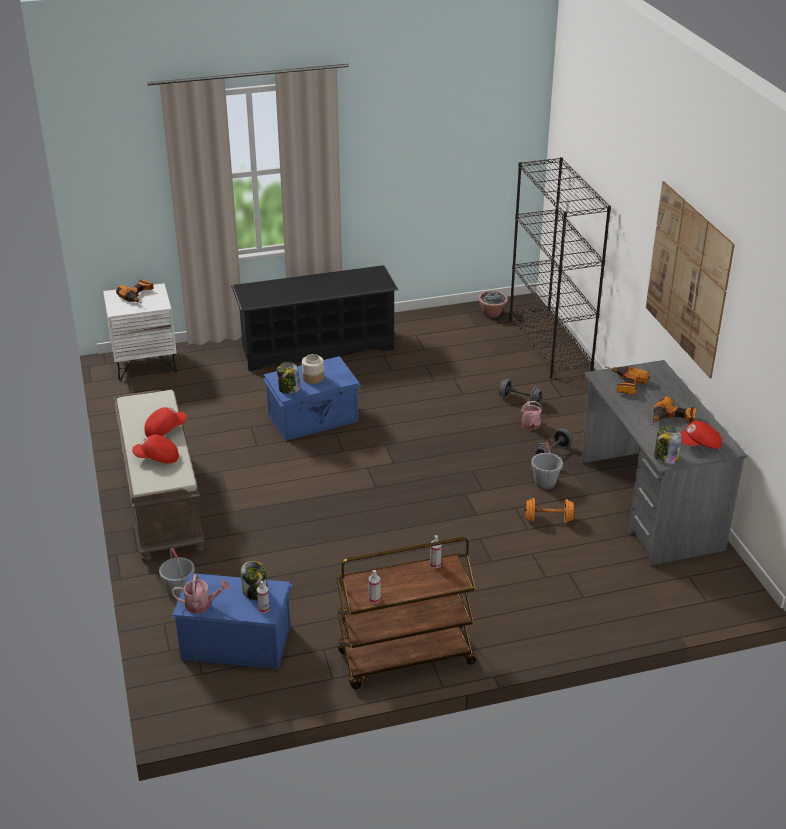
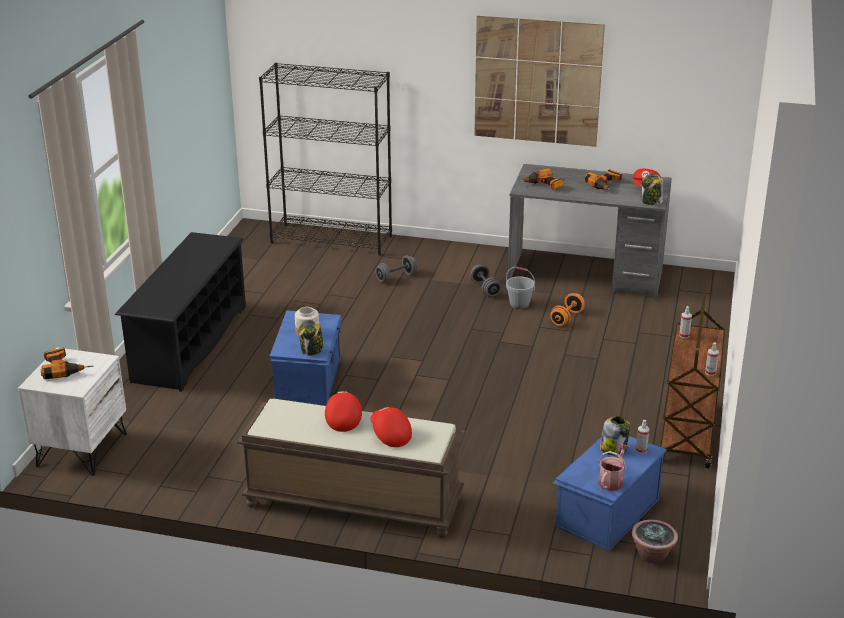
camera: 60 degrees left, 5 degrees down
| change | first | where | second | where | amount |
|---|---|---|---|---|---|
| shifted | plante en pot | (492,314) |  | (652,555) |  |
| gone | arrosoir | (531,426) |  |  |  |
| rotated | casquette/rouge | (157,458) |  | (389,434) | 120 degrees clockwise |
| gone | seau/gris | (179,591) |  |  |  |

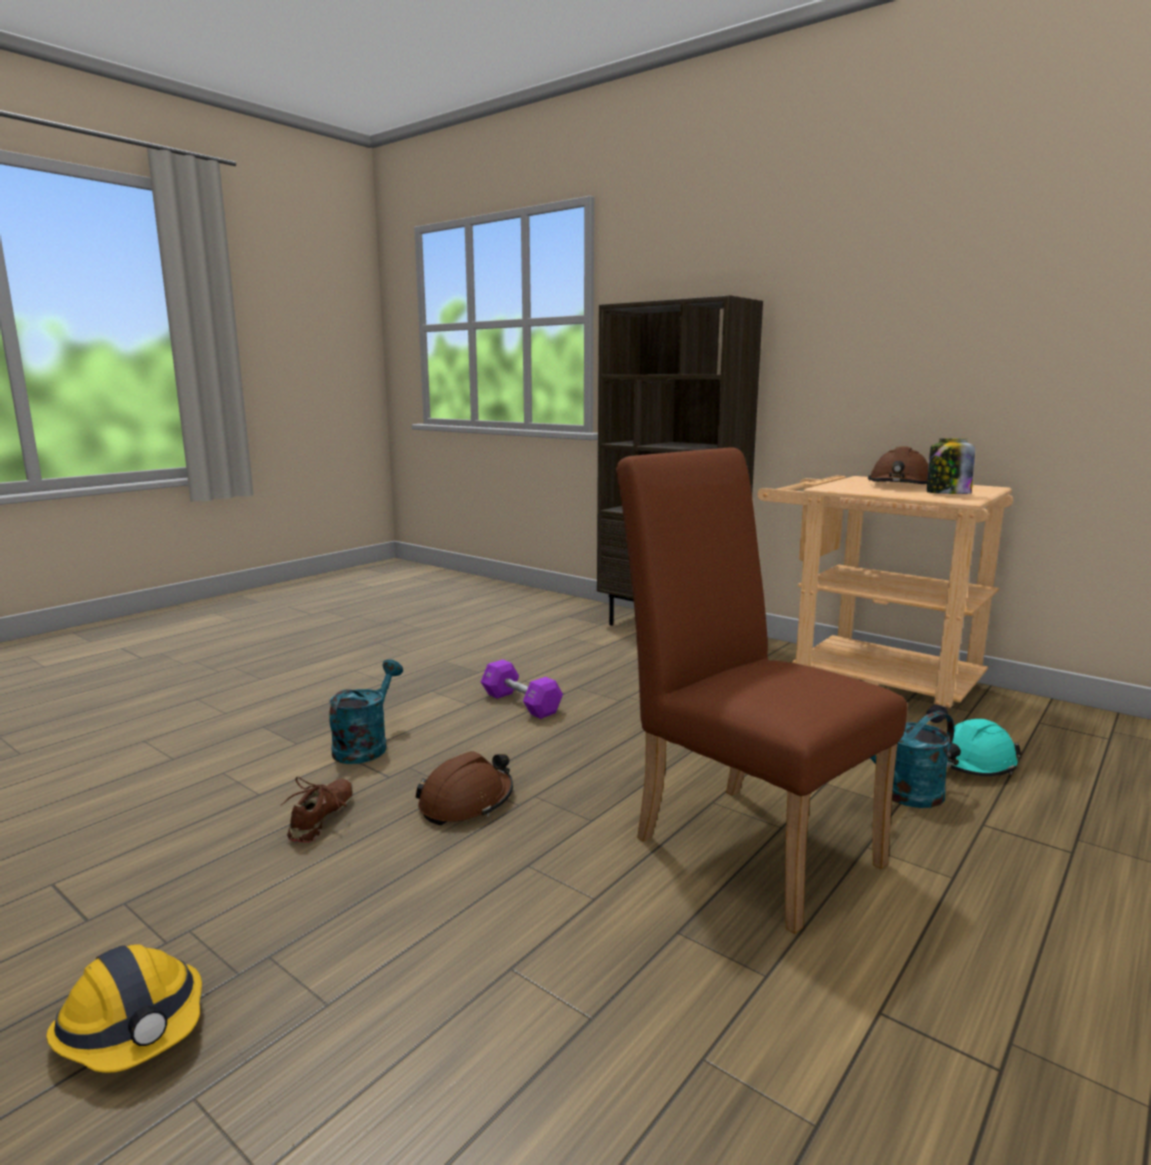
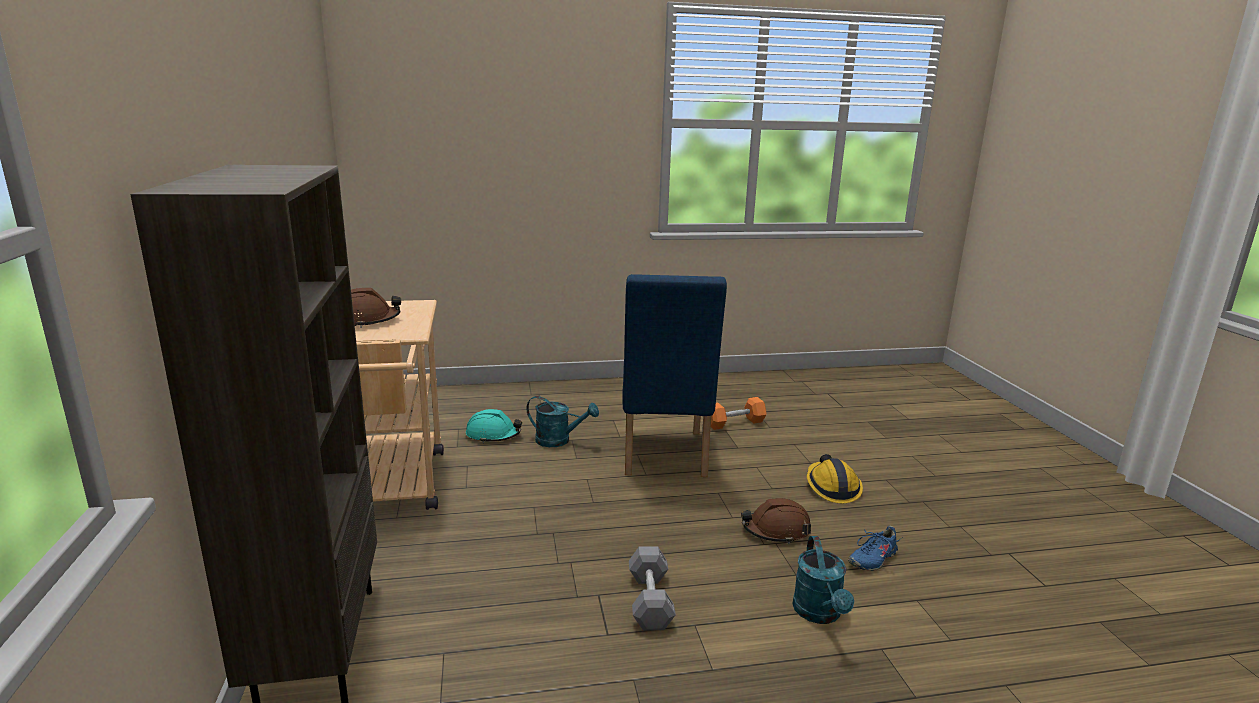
camera: 140 degrees left, 5 degrees up
| change | first | where | second | where | amount |
|---|---|---|---|---|---|
| gone | bocal | (947,494) |  |  |  |
| repainted | chaise/marron | (744,841) | chaise/bleu | (663,457) |  |
| rotated | arrosoir/turquoise | (365,745) |  | (819,614) | 60 degrees counterclockwise |
| repainted | haltère/violet | (521,703) | haltère/gris | (650,601) |  |
| repainted | chaussure/marron | (322,819) | chaussure/bleu | (872,559) |  |
| shifted | casque de chantier | (133,1028) |  | (831,487) |  |
| new |  |  | haltère/orange | (735,423) |  |

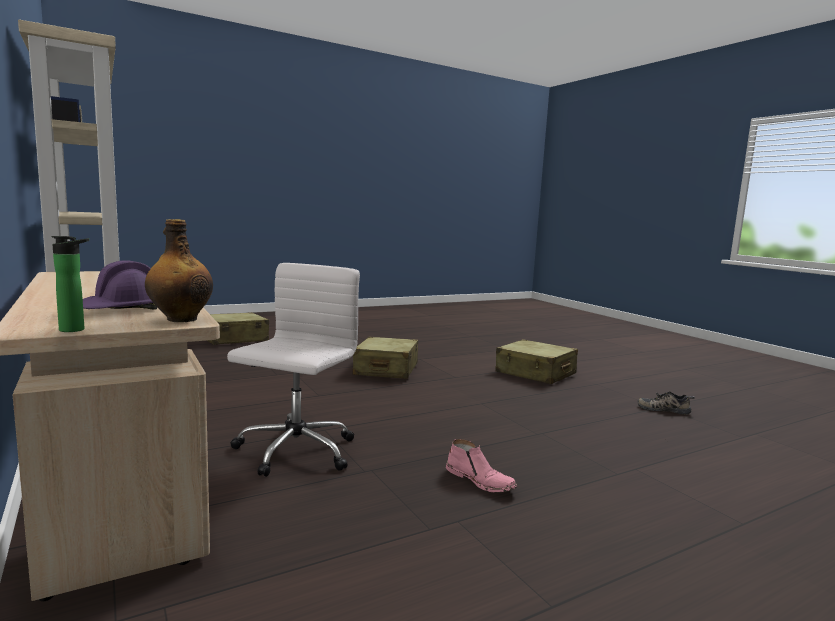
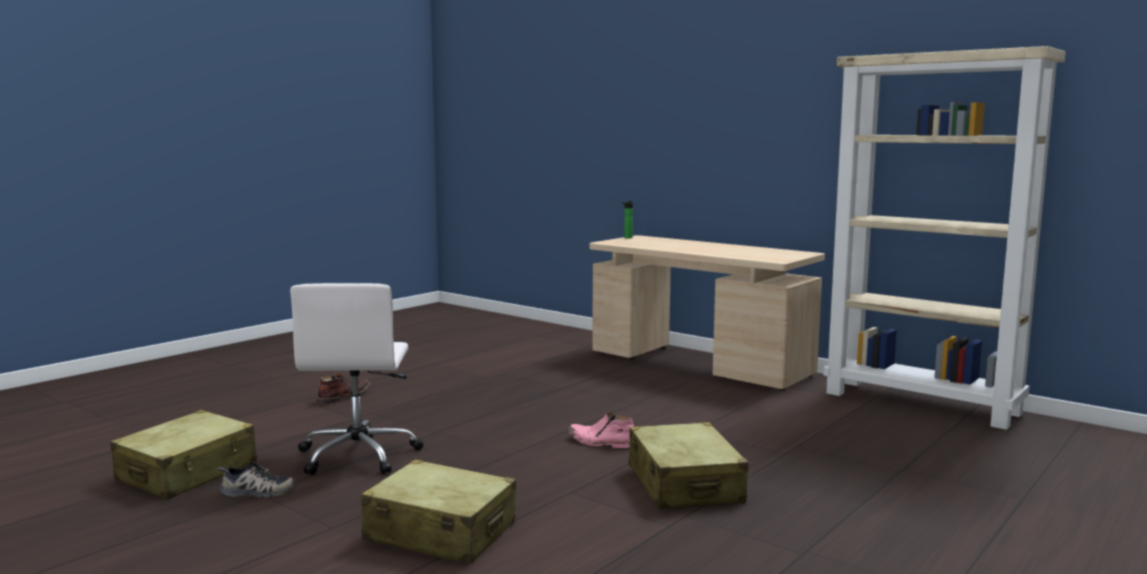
camera: 160 degrees right, 0 degrees up
| change | first | where | second | where | amount |
|---|---|---|---|---|---|
| gone | bouteille | (181,319) |  |  |  |
| gone | casque de chantier/violet | (119,310) |  |  |  |
| shifted | chaise de bureau/blanc | (294,451) |  | (359,455) |  |
| shifted | valise/beige | (233,339) |  | (188,472) |  |
| shifted | botte/rose | (480,481) |  | (601,442) |  |
| new |  |  | botte/marron | (343,396) |  |

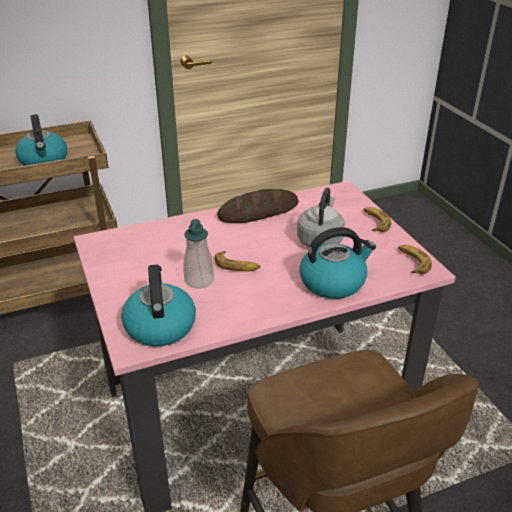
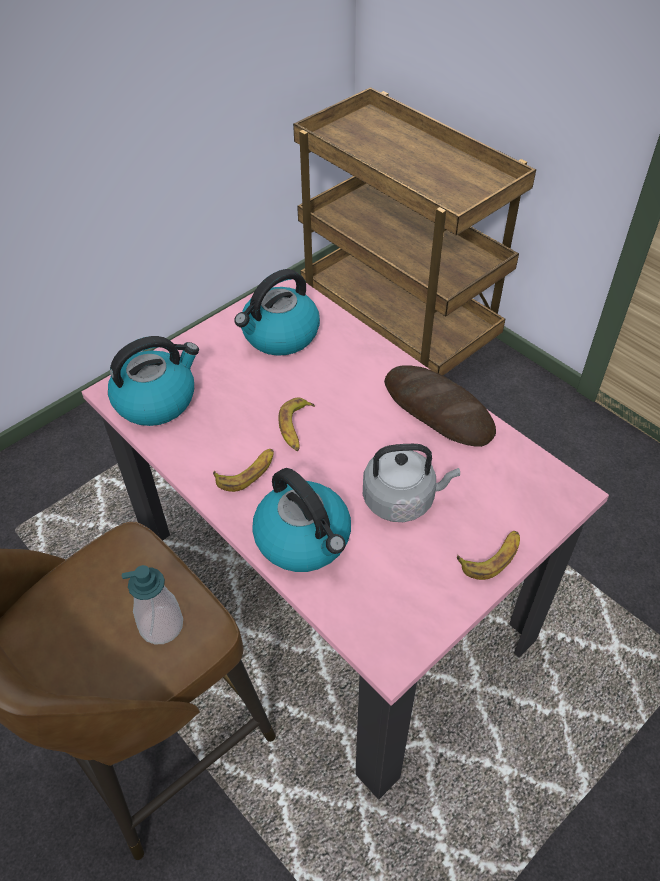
camera: 70 degrees right, 15 degrees up
| change | first | where | second | where | amount |
|---|---|---|---|---|---|
| shifted | bouilloire | (44,161) |  | (280,335) |  |
| shifted | distributeur de savon | (199,280) |  | (161,625) |  |
| shifted | banane | (412,262) |  | (247,472) |  |

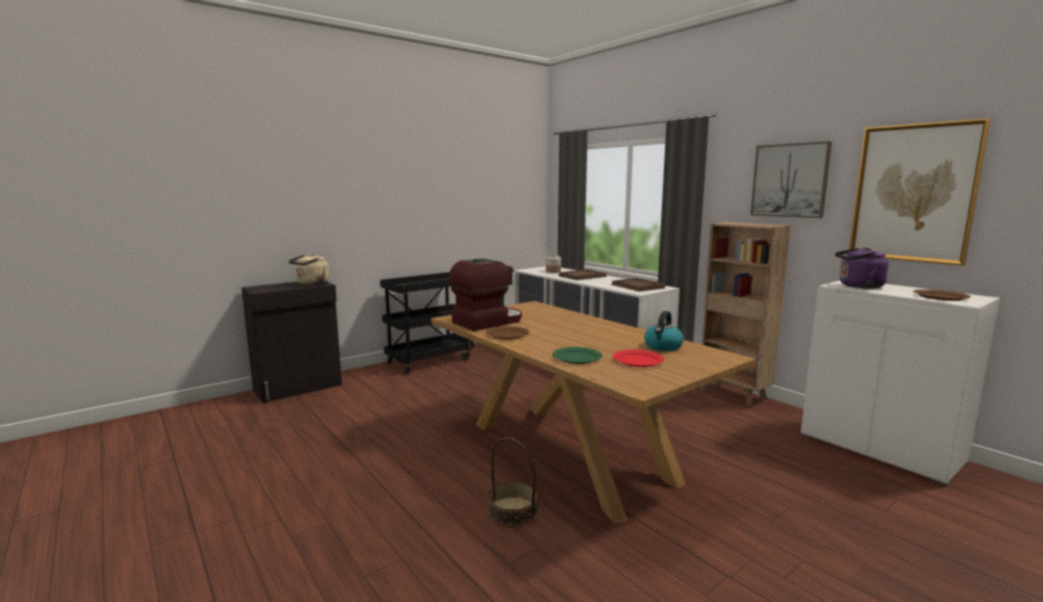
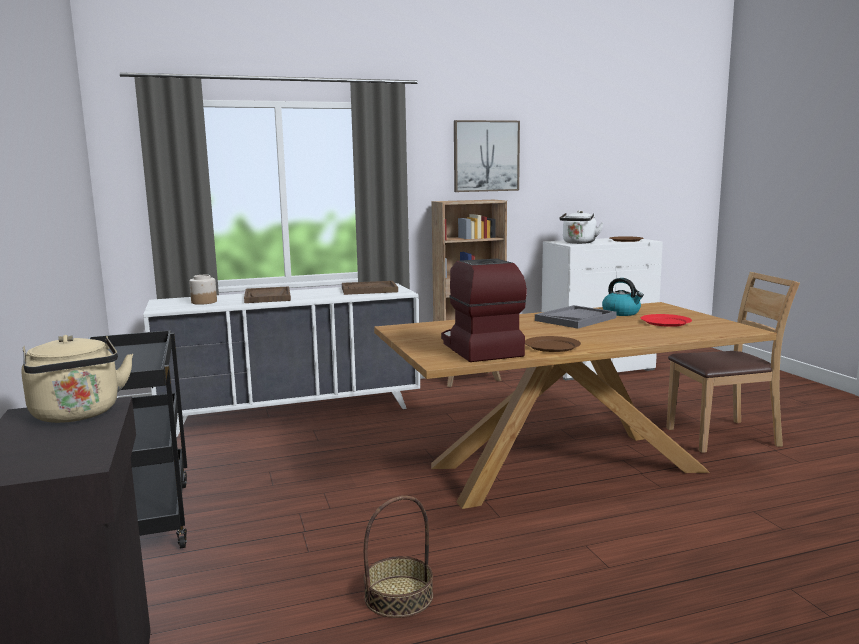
camera: 70 degrees left, 0 degrees up
| change | first | where | second | where | amount |
|---|---|---|---|---|---|
| gone | tableau | (913,193) |  |  |  |
| repainted | bouilloire/violet | (858,286) | bouilloire/blanc | (579,243) |  |
| gone | assiette/vert | (576,357) |  |  |  |
| shifted | panier | (513,511) |  | (398,596) |  |
| new |  |  | chaise/marron | (723,436) |  |
| new |  |  | plateau/gris | (575,319) |  |

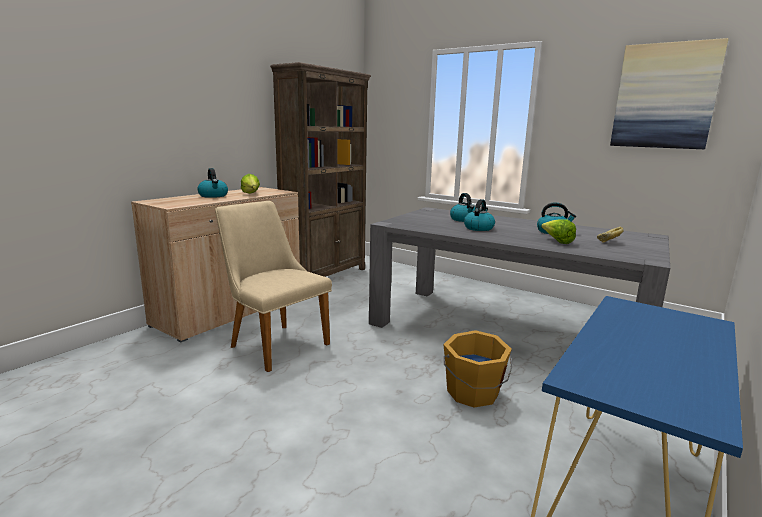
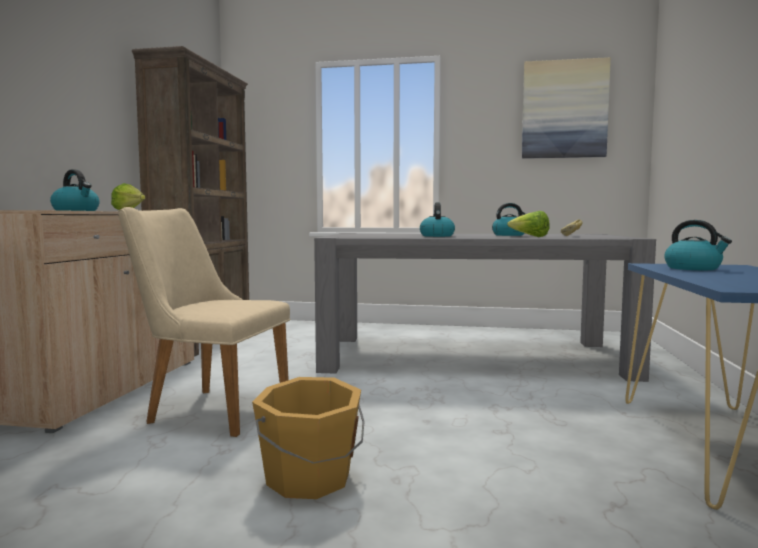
camera: 25 degrees left, 10 degrees down
| change | first | where | second | where | amount |
|---|---|---|---|---|---|
| shifted | bouilloire | (464,219) |  | (693,268) |  |
| shifted | seau/orange | (473,393) |  | (310,479) |  |

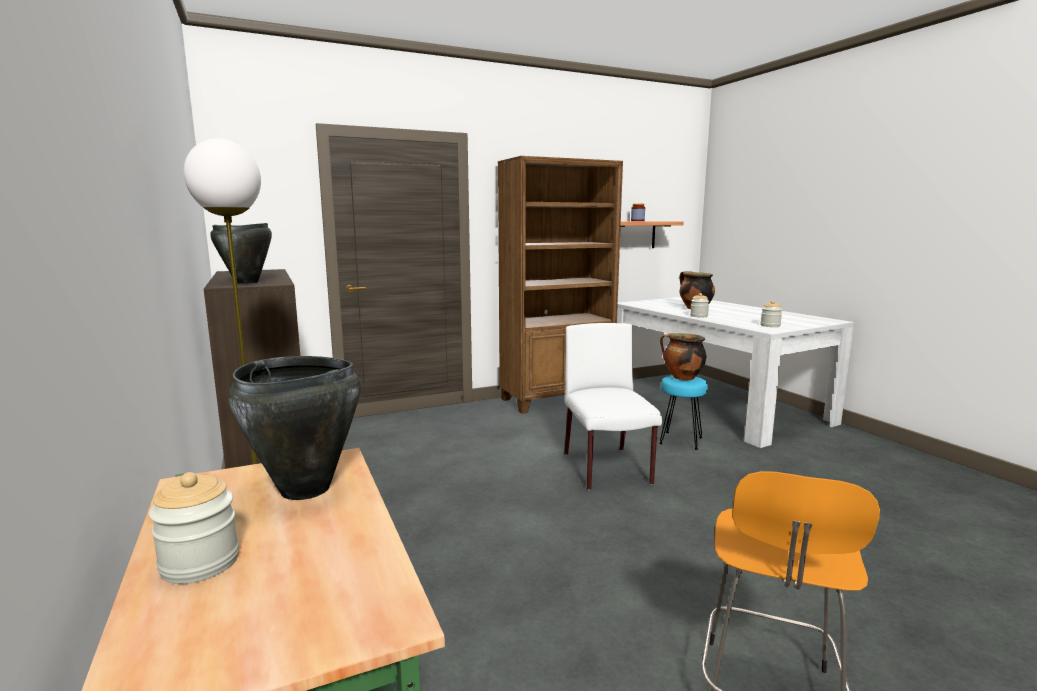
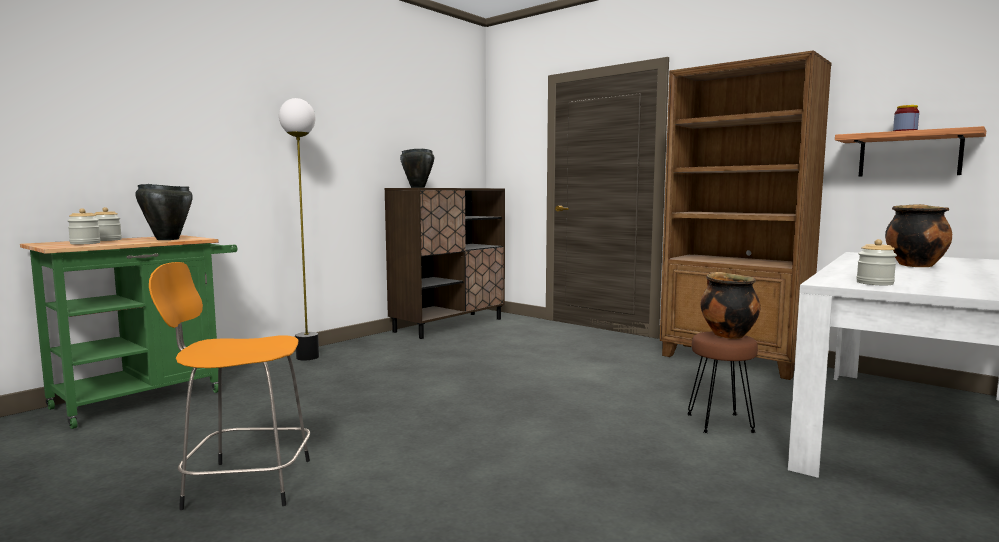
camera: 65 degrees right, 5 degrees down
| change | first | where | second | where | amount |
|---|---|---|---|---|---|
| shifted | bocal | (699,316) |  | (85,243) |  |
| gone | chaise/blanc | (607,469) |  |  |  |
| repainted | tabouret/turquoise | (680,440) | tabouret/marron | (720,423) |  |

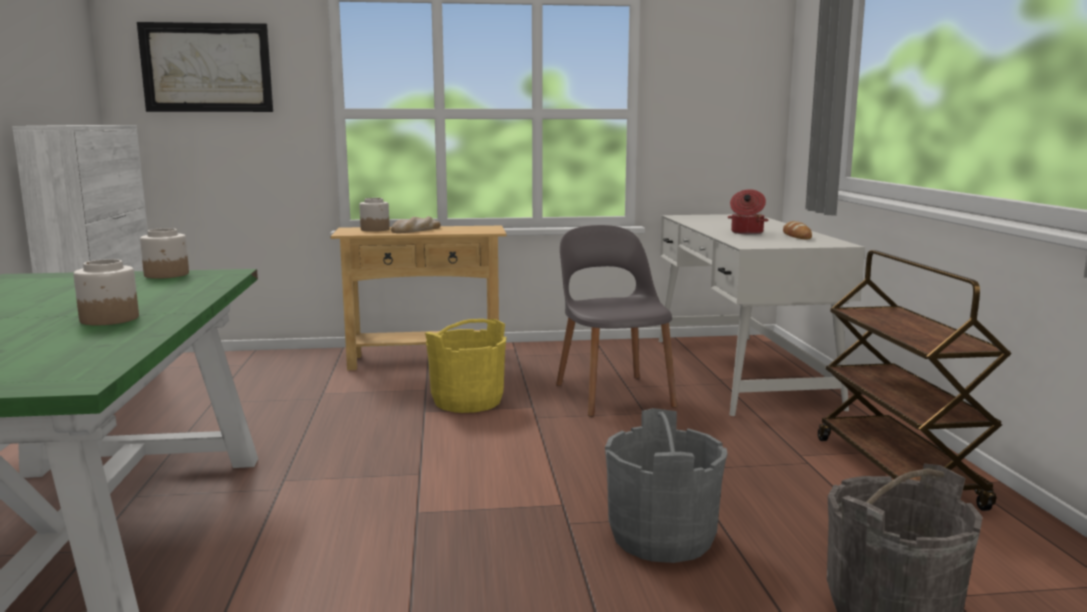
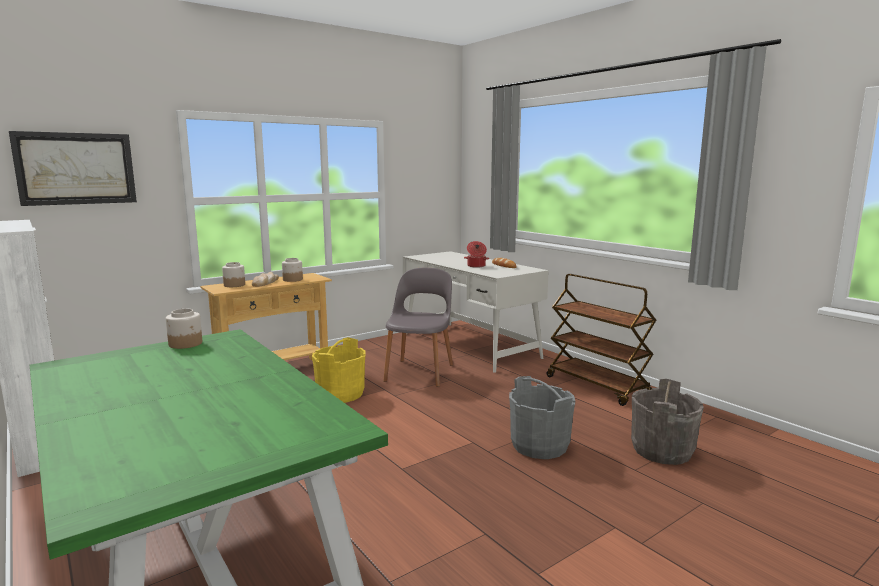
camera: 30 degrees left, 0 degrees up
| change | first | where | second | where | amount |
|---|---|---|---|---|---|
| rotated | chaise/gris | (613,394) |  | (420,372) | 60 degrees clockwise |
| shifted | bocal | (108,319) |  | (292,280) |  |

